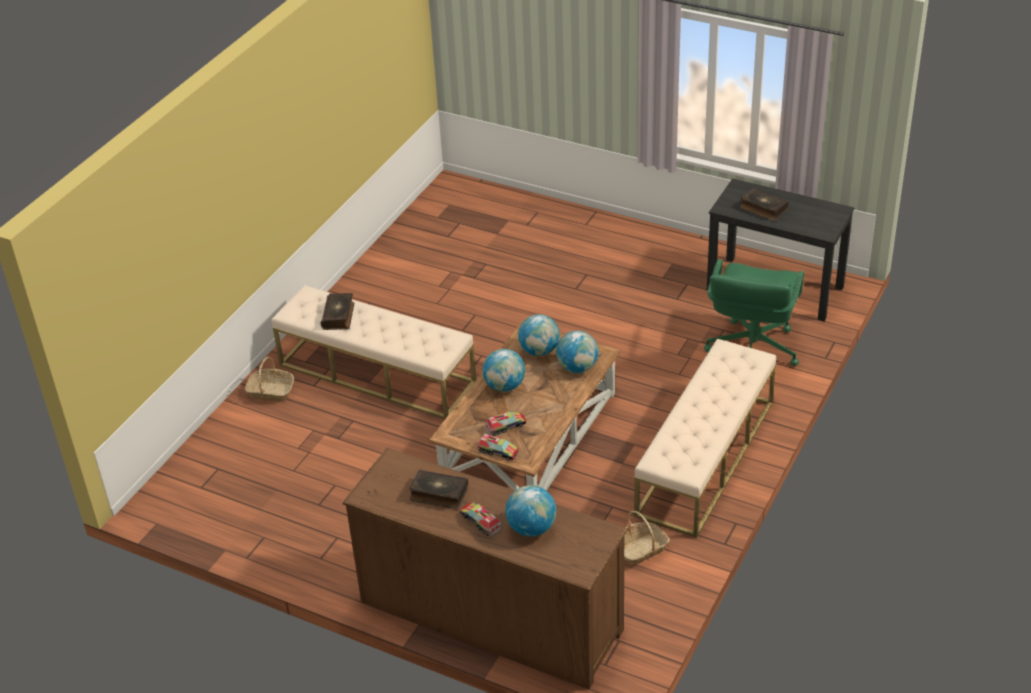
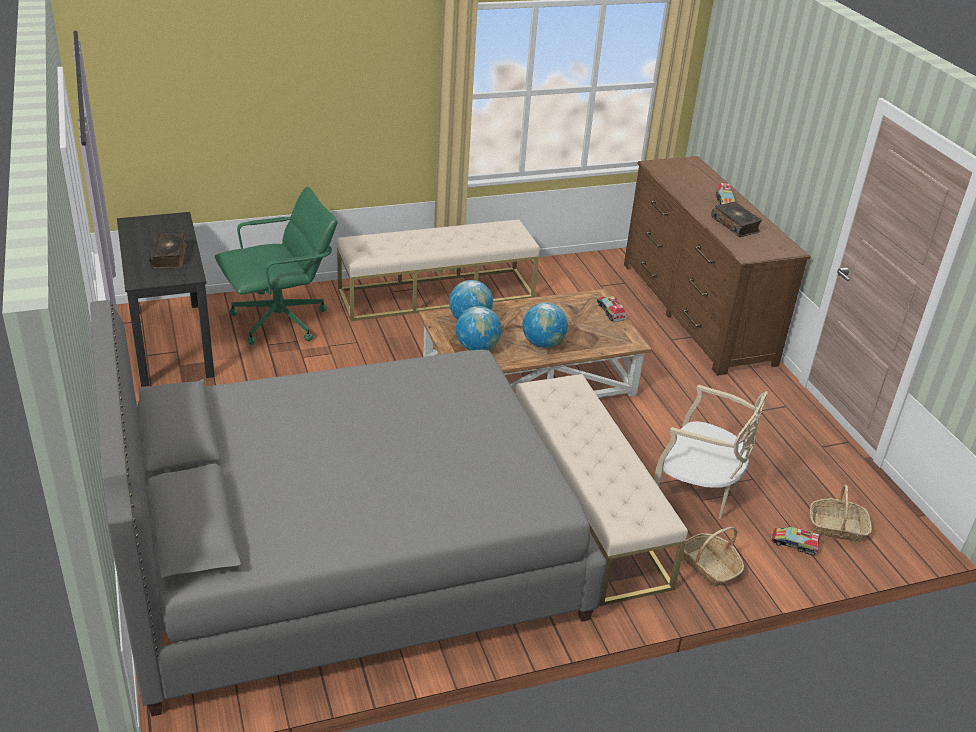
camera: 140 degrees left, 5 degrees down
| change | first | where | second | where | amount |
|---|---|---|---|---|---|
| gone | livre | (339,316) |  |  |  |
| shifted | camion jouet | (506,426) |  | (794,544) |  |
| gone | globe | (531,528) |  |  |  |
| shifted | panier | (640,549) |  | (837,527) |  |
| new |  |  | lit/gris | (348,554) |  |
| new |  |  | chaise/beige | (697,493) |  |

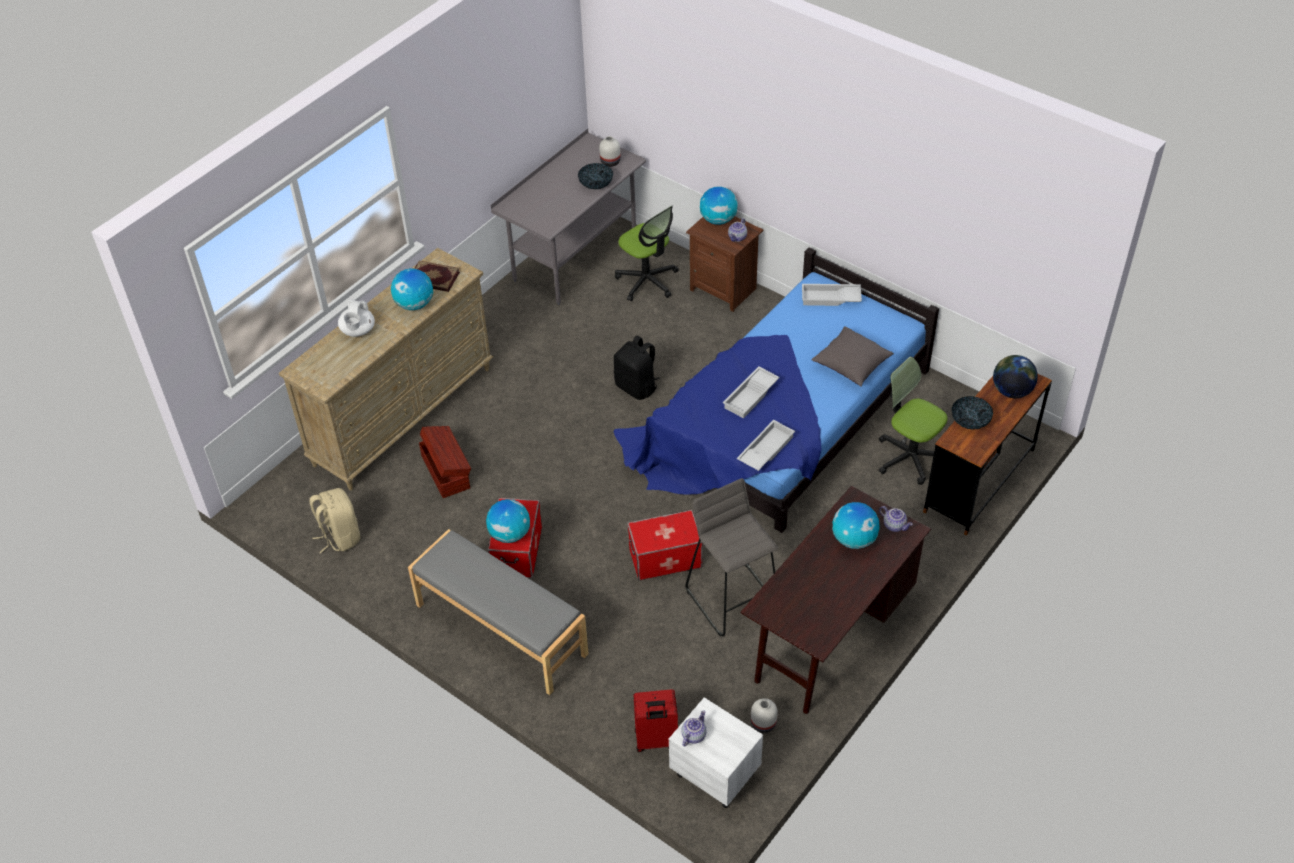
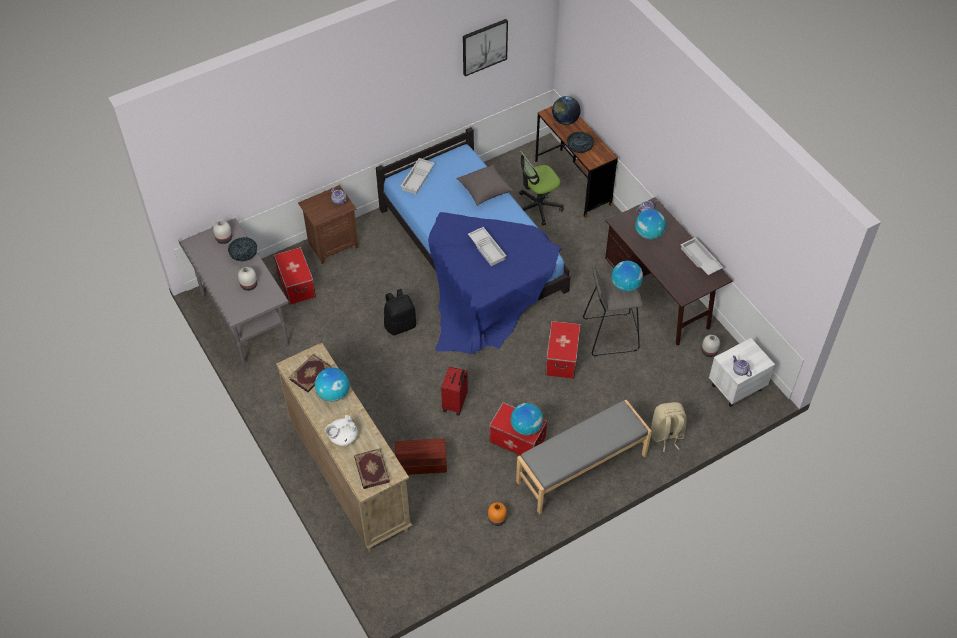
camera: 70 degrees left, 5 degrees up
| change | first | where | second | where | amount |
|---|---|---|---|---|---|
| shifted | globe | (718,220) |  | (625,285) |  |
| swapped | chaise de bureau | (647,281) | boîte de rangement | (297,285) |  |
| rotated | théière/blanc | (358,331) |  | (342,437) | 120 degrees clockwise |
| shifted | plateau/blanc | (765,449) |  | (700,259) |  |
| shifted | sac à dos/beige | (340,536) |  | (666,435) |  |
| shifted | valise/rouge | (656,740) |  | (455,403) |  |
| new |  |  | tableau | (484,46) |  |
| new |  |  | vase/blanc | (249,285) |  |
| new |  |  | livre | (371,470) |  |
| new |  |  | vase/orange | (496,519) |  |

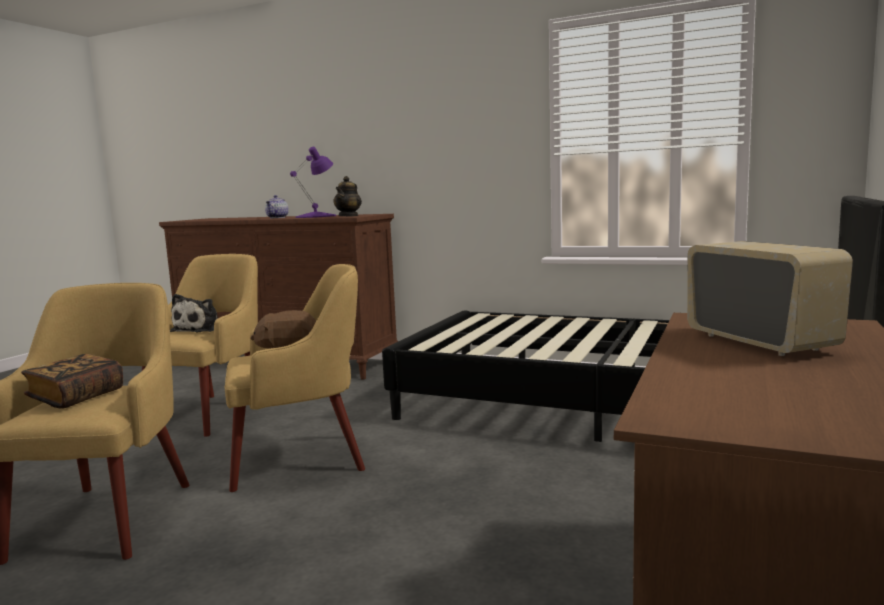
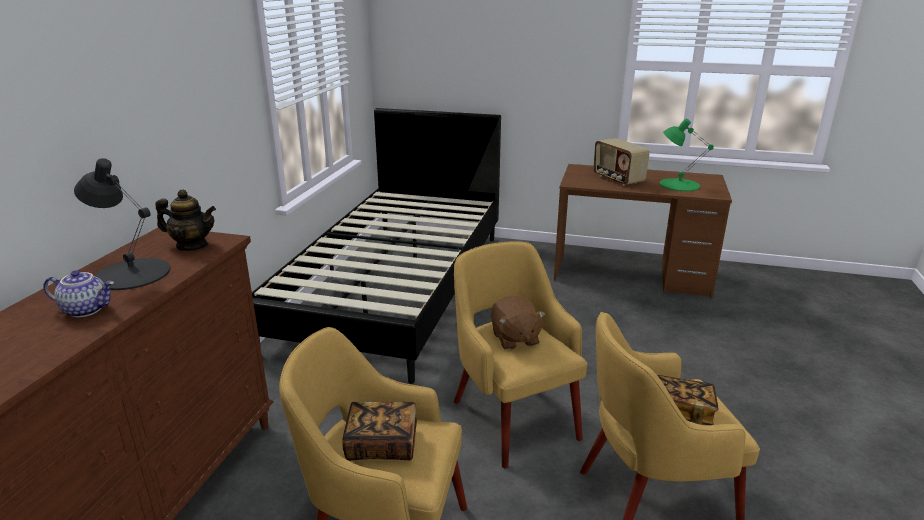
camera: 100 degrees left, 15 degrees up
| change | first | where | second | where | amount |
|---|---|---|---|---|---|
| repainted | lampe de table/violet | (316,216) | lampe de table/noir | (132,273) |  |
| rotated | radio | (760,342) |  | (617,179) | 90 degrees counterclockwise |
| swapped | peluche | (201,329) | livre | (382,445) |  |
| new |  |  | lampe de table/vert | (678,184) |  |

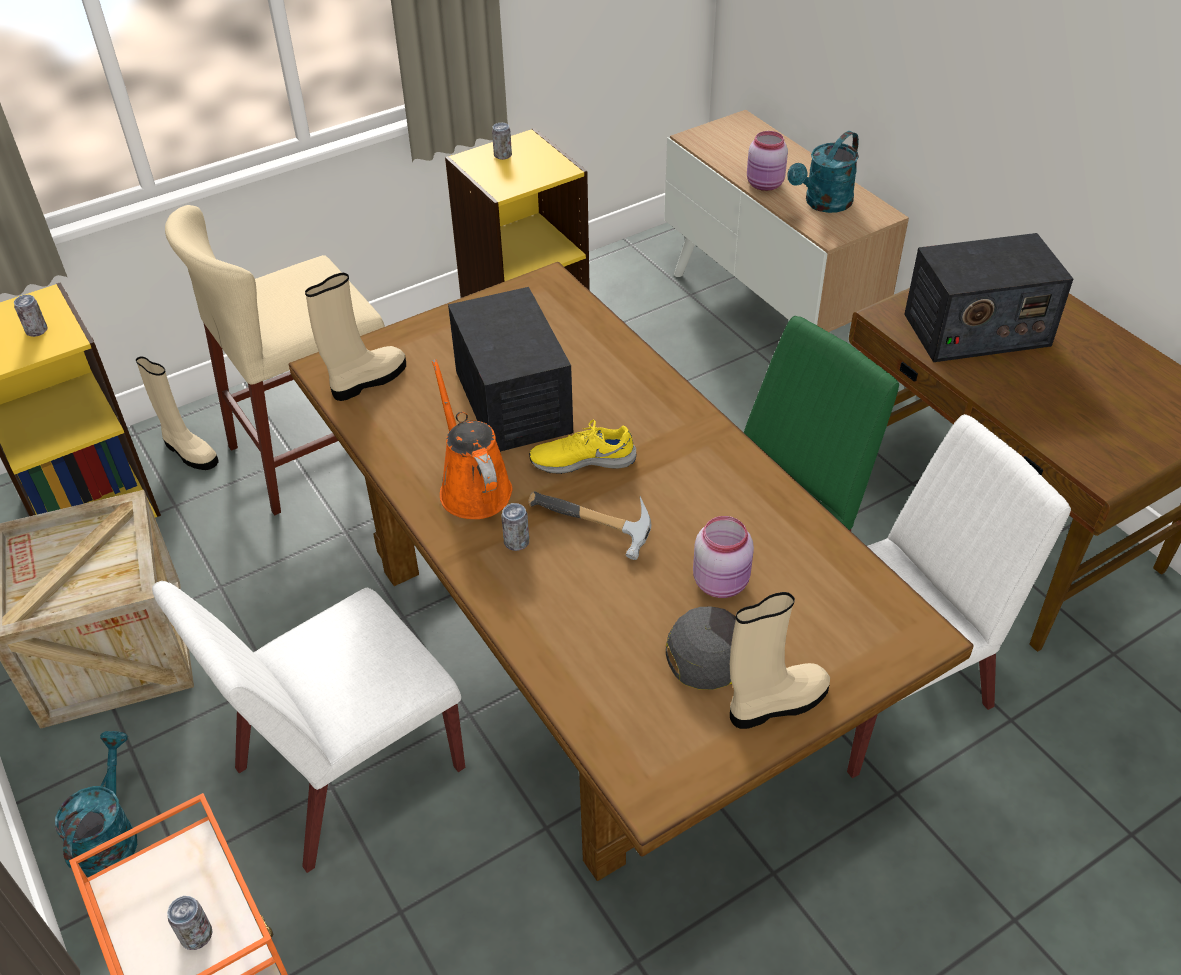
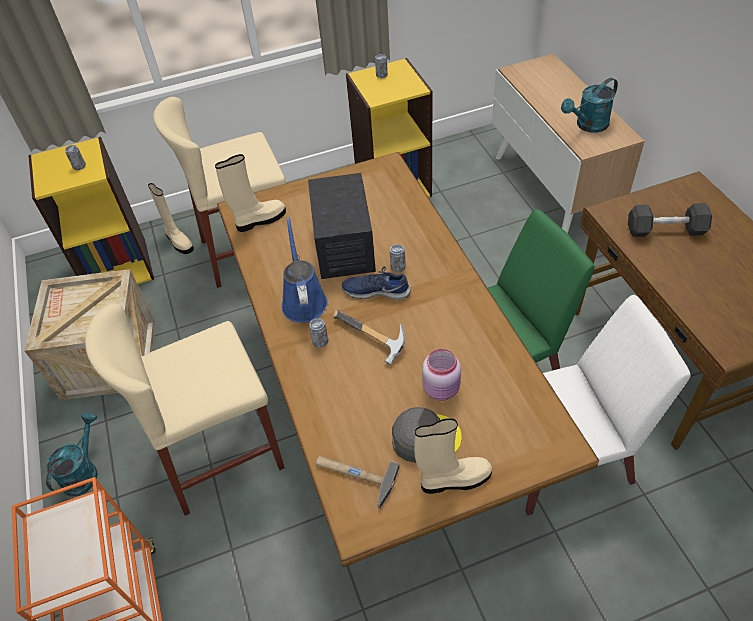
camera: 15 degrees right, 5 degrees up
| change | first | where | second | where | amount |
|---|---|---|---|---|---|
| gone | bocal/rose | (765,185) |  |  |  |
| swapped | radio | (975,330) | haltère/noir | (665,230) |  |
| repainted | arrosoir/orange | (472,487) | arrosoir/bleu | (303,300) |  |
| repainted | chaussure/jaune | (582,459) | chaussure/bleu | (376,290) |  |
| swapped | chaise/blanc | (347,770) | tabouret/beige | (221,455) |  |
| shifted | boîte métallique | (196,935) |  | (398,267) |  |
| new |  |  | marteau | (354,476) |  |

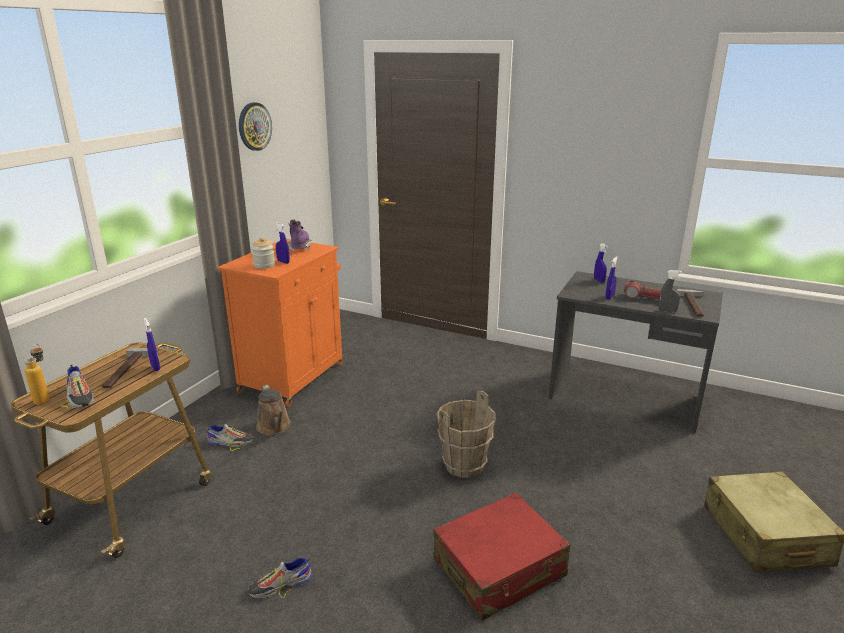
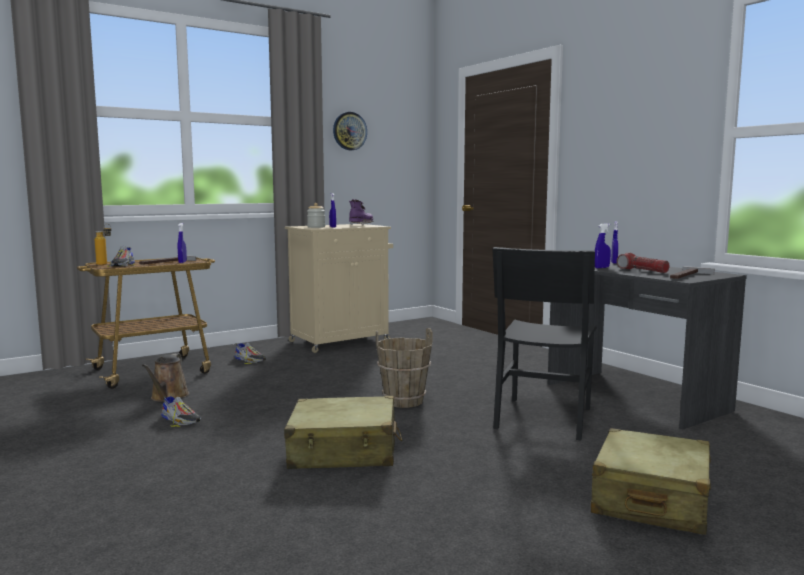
camera: 30 degrees right, 15 degrees down
| change | first | where | second | where | amount |
|---|---|---|---|---|---|
| repainted | meuble de rangement/orange | (293,377) | meuble de rangement/beige | (341,341) |  |
| gone | vaporisateur/gris | (667,311) |  |  |  |
| shifted | arrosoir/marron | (274,427) |  | (168,397) |  |
| repainted | valise/rouge | (499,568) | valise/beige | (344,451) |  |
| rotated | chaussure | (280,585) |  | (180,420) | 150 degrees counterclockwise |
| new |  |  | chaise/noir | (543,418) |  |

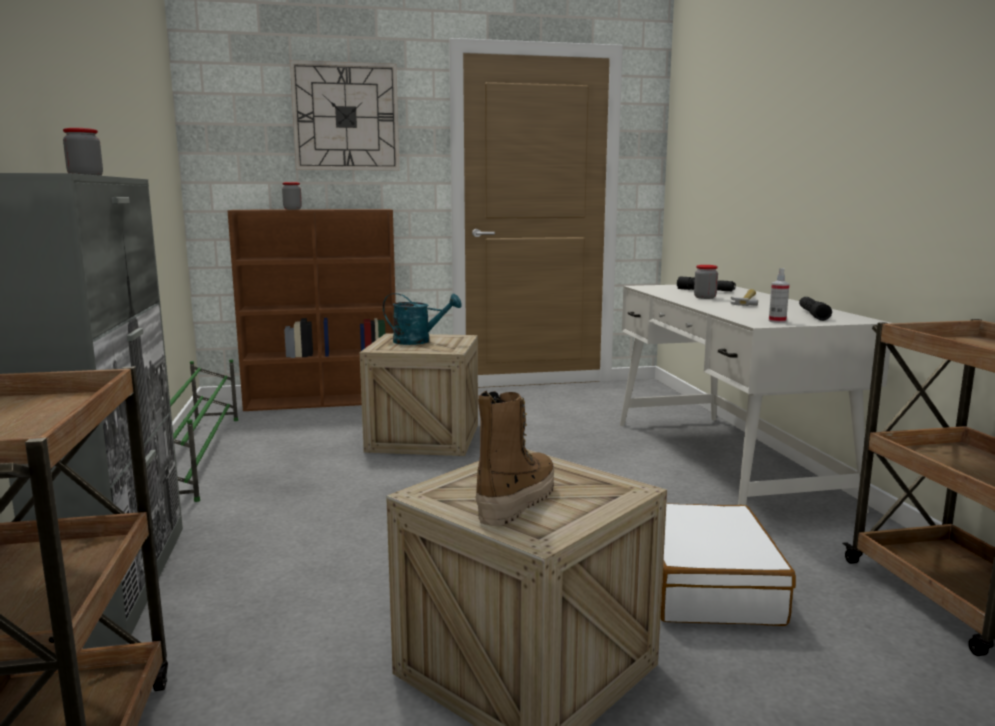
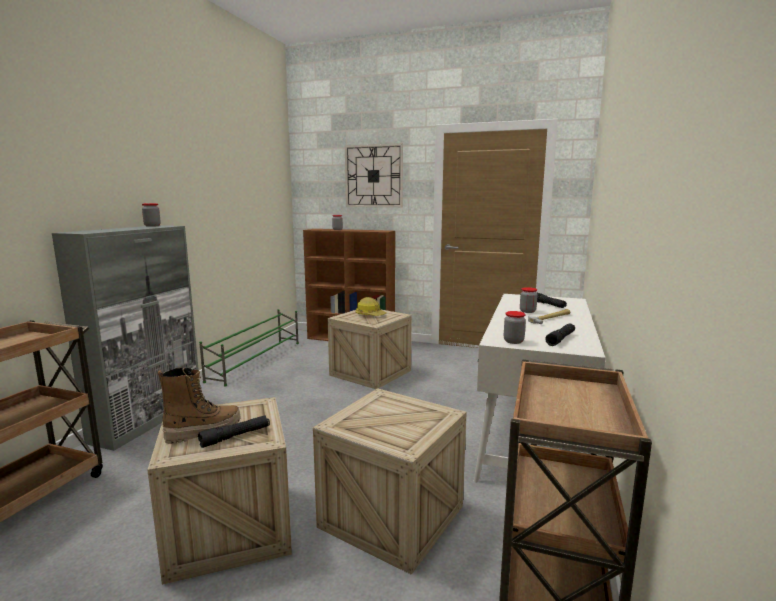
camera: 30 degrees right, 0 degrees up
| change | first | where | second | where | amount |
|---|---|---|---|---|---|
| swapped | vaporisateur | (777,321) | bocal | (513,341) |  |
| swapped | arrosoir/turquoise | (418,341) | casque de chantier | (370,315) |  |
| swapped | valise/blanc | (708,585) | caisse | (392,516) |  |
| new |  |  | lampe de poche/noir | (235,436) |  |

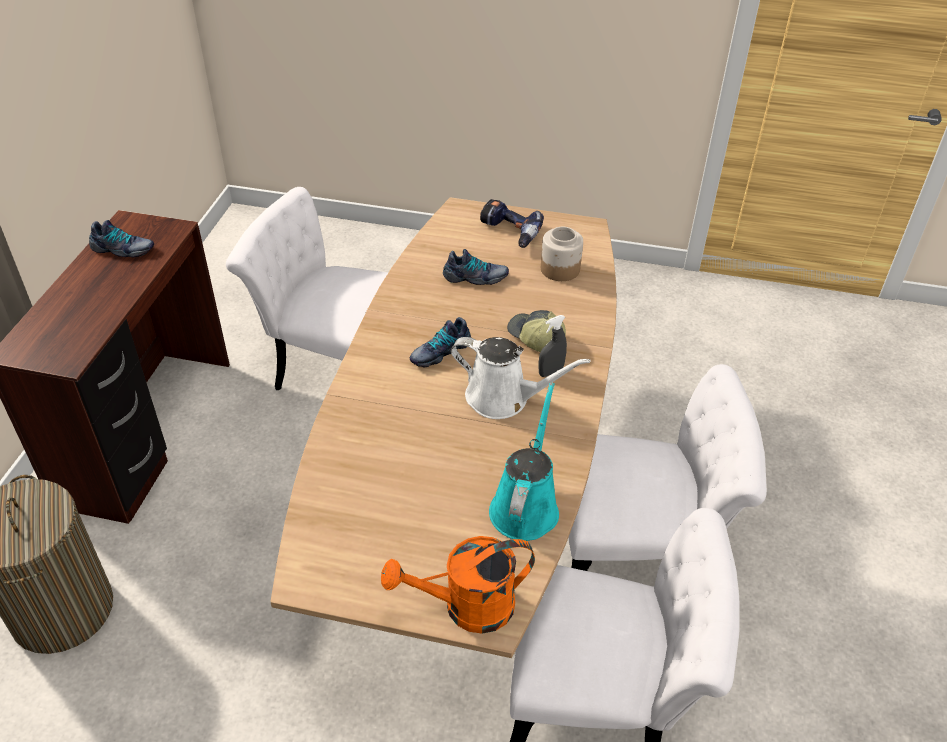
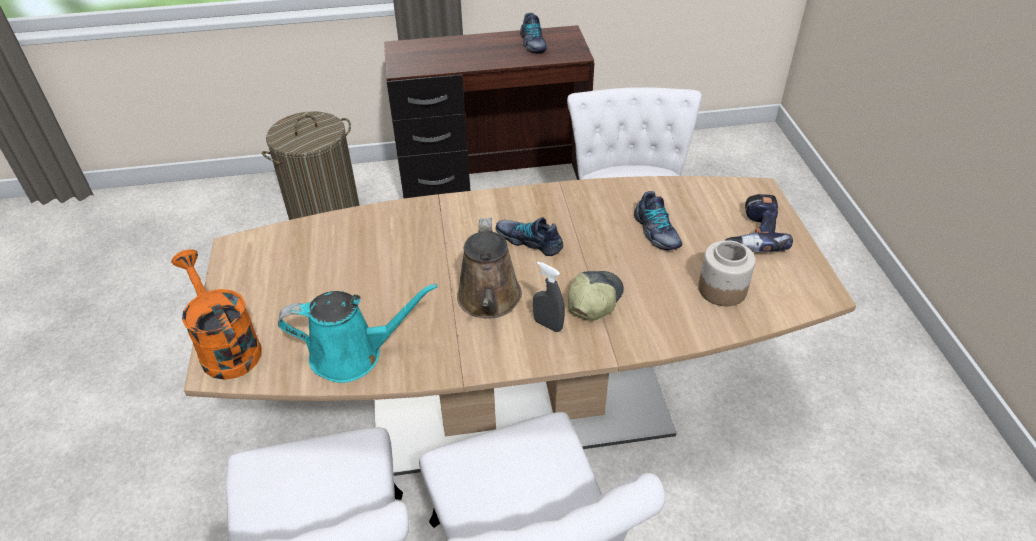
camera: 70 degrees right, 0 degrees up
| change | first | where | second | where | amount |
|---|---|---|---|---|---|
| repainted | arrosoir/blanc | (503,398) | arrosoir/marron | (489,301) |  |

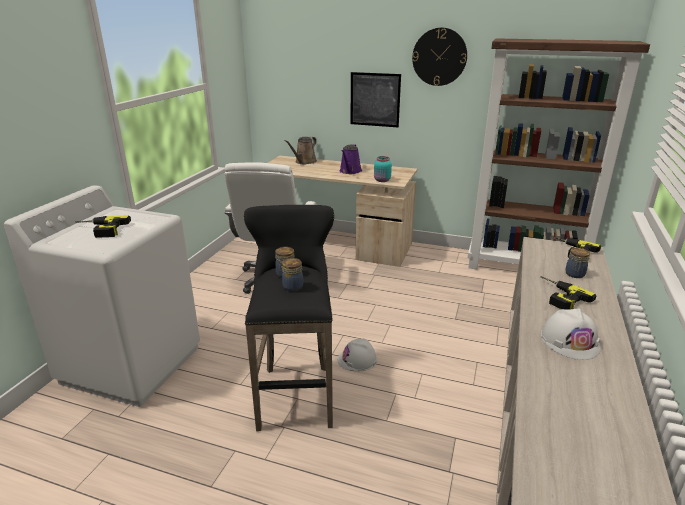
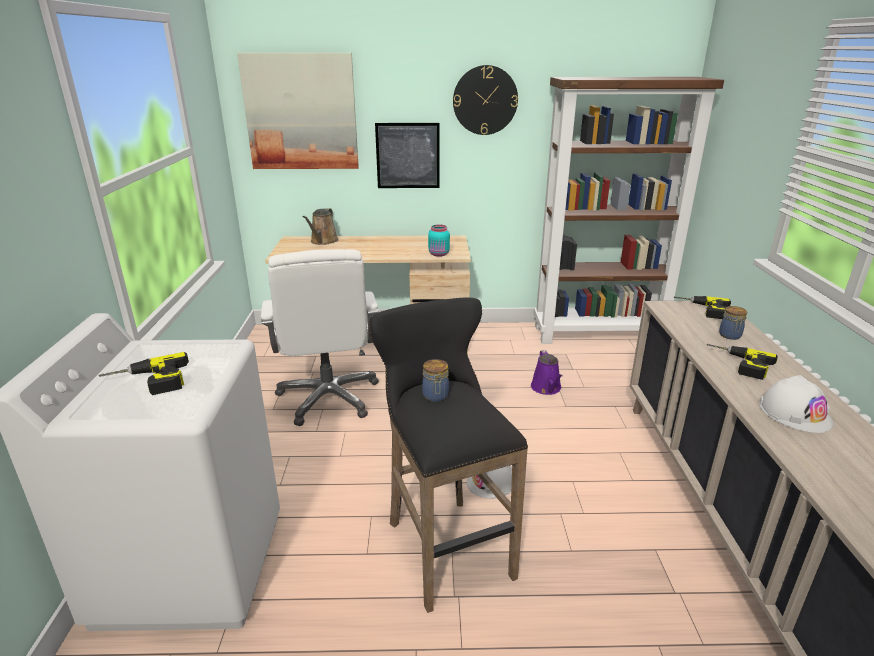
camera: 20 degrees left, 0 degrees up
| change | first | where | second | where | amount |
|---|---|---|---|---|---|
| shifted | arrosoir/violet | (350,171) |  | (547,388) |  |
| gone | bocal | (292,286) |  |  |  |
| new |  |  | tableau | (301,112) |  |

